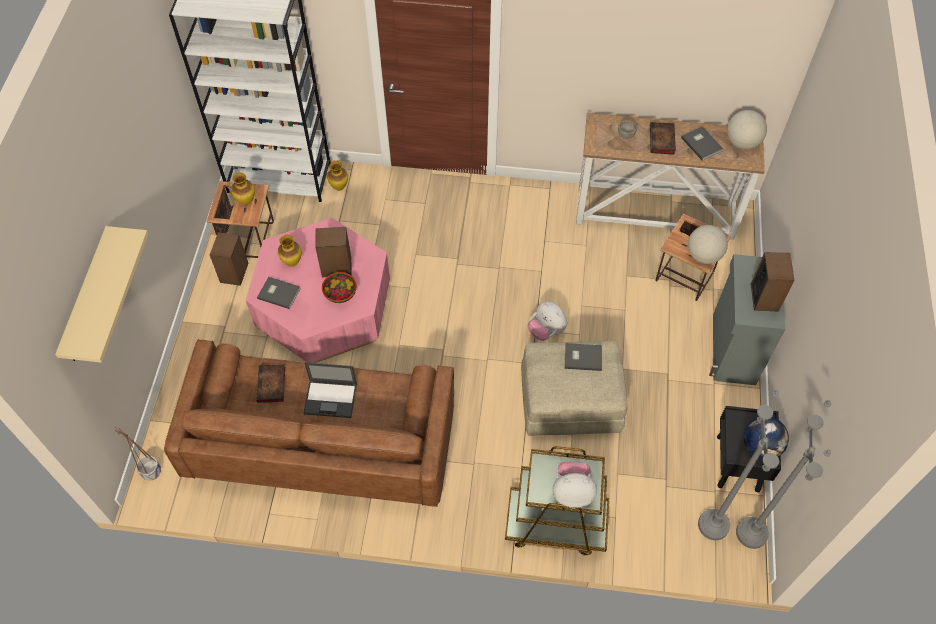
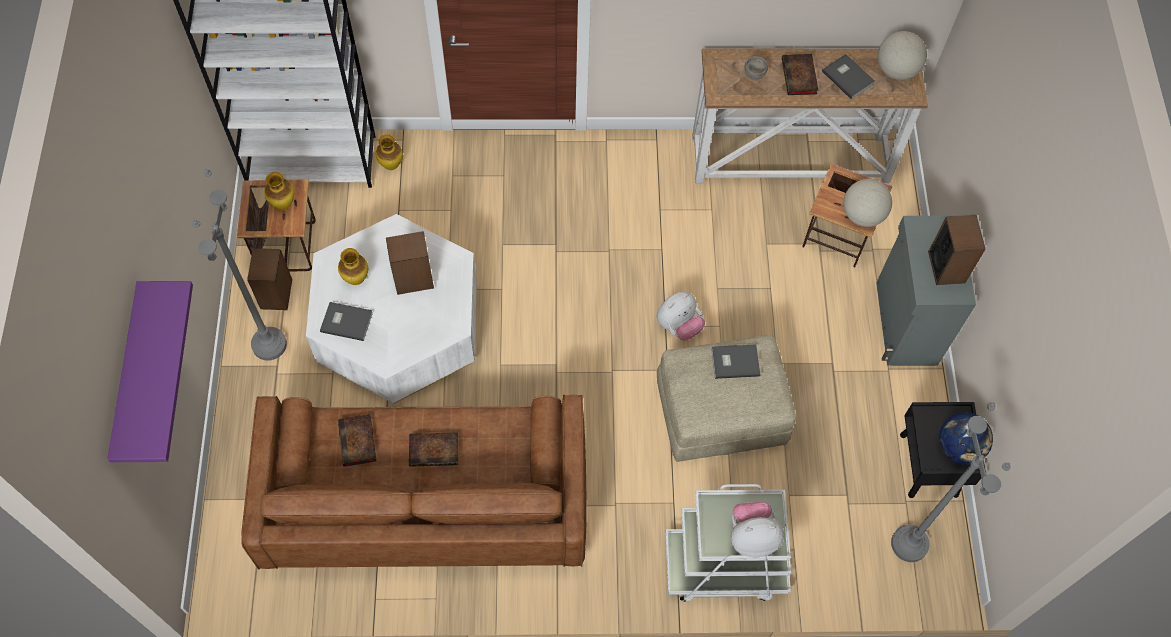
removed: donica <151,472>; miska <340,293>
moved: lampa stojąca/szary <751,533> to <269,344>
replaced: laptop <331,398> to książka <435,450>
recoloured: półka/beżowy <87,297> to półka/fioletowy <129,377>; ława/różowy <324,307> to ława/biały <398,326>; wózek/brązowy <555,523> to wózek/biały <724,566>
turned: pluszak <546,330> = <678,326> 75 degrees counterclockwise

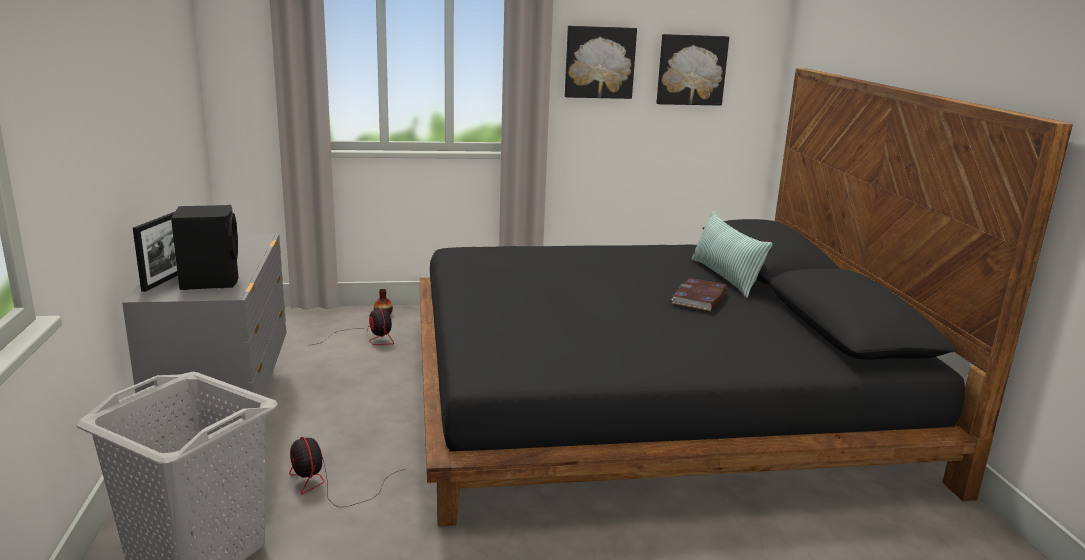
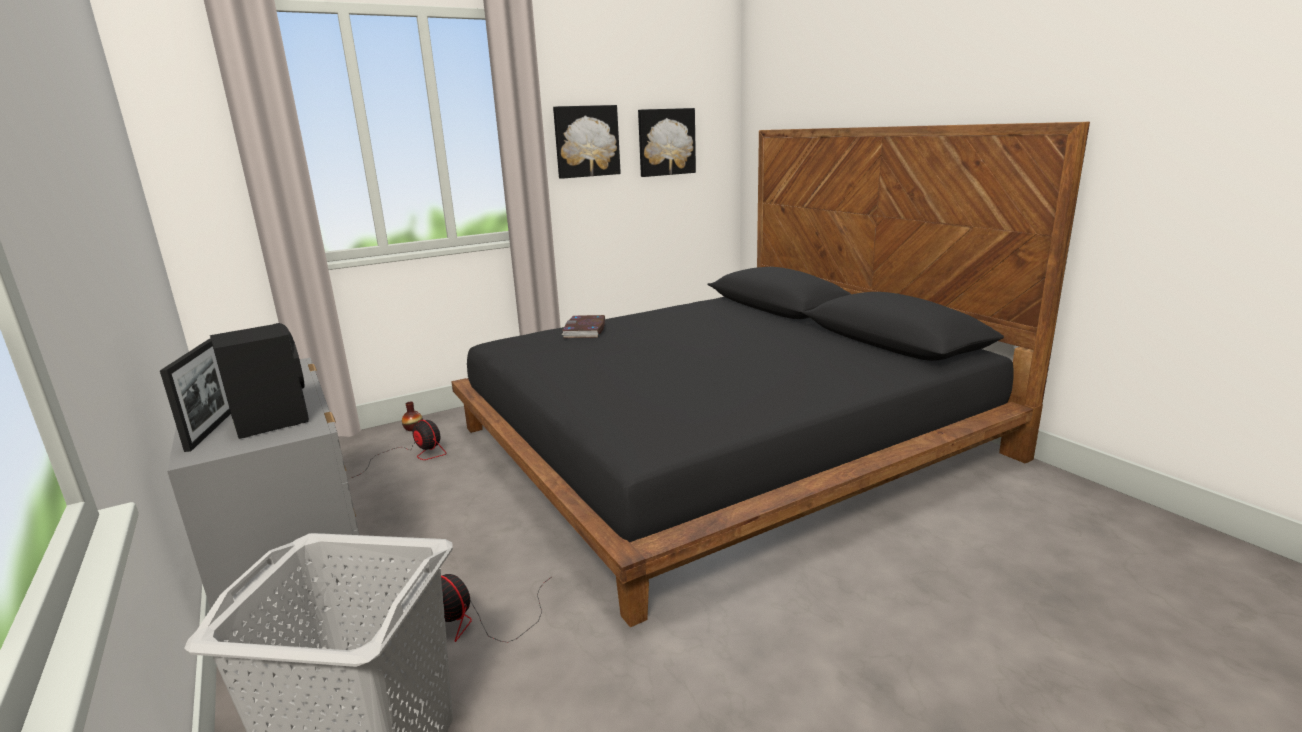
removed: poduszka <725,277>
moved: książka <699,298> to <585,330>

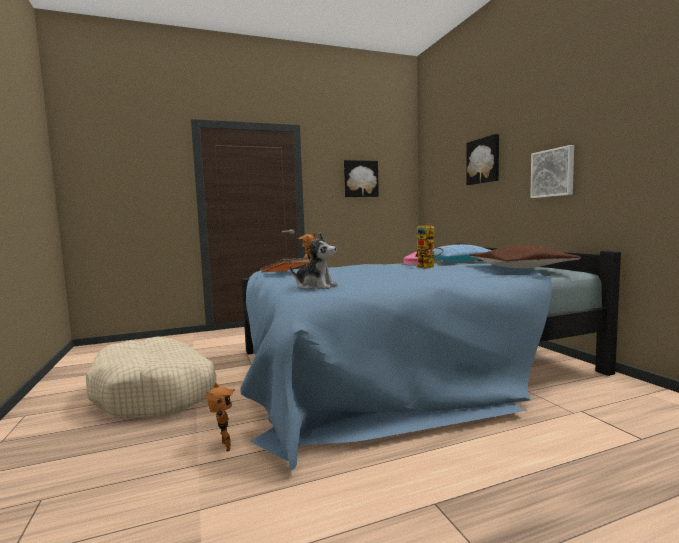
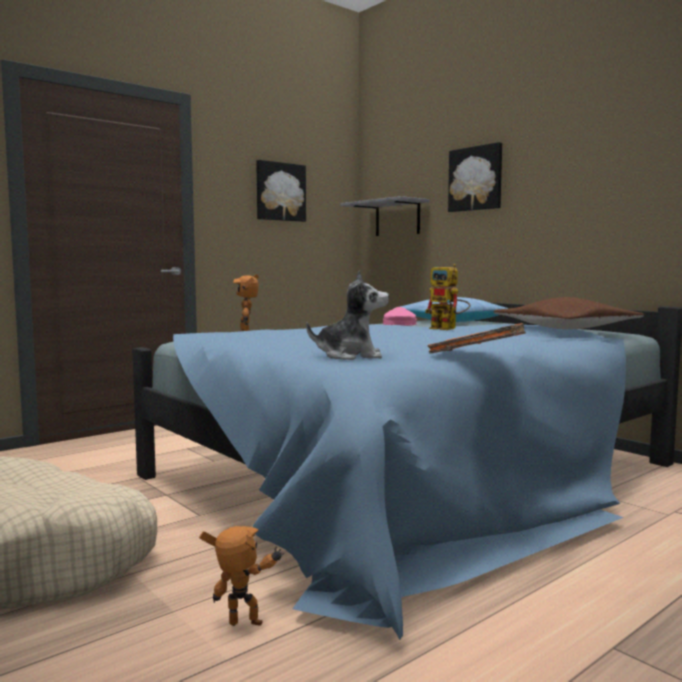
removed: obraz <553,173>
added: półka/szary <397,218>
moved: książka/pomarańczowy <285,273> to <477,355>
turned: robot zabawkowy <223,447> = <245,627> 45 degrees counterclockwise

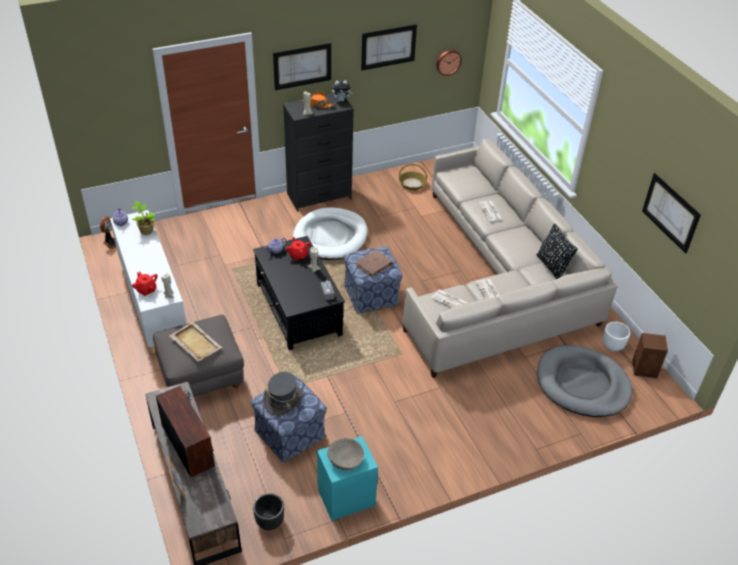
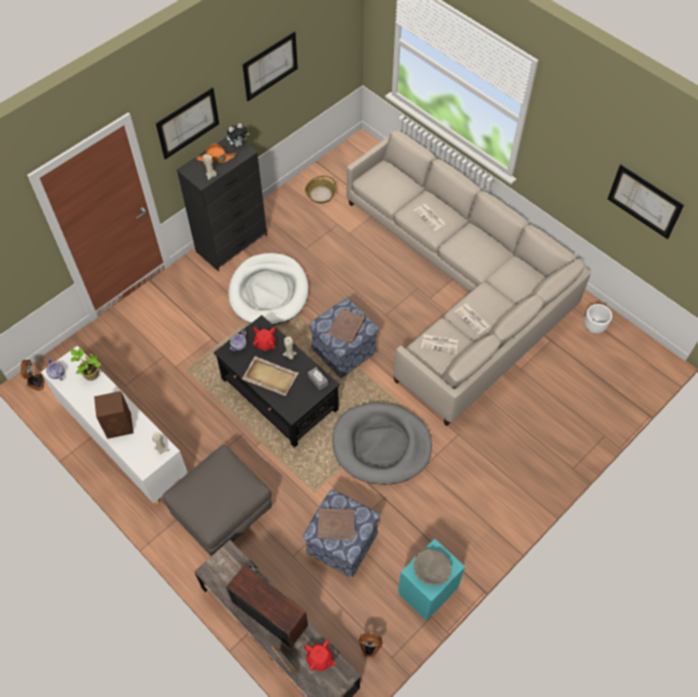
removed: zegar ścienny <448,62>; poduszka/czarny <552,266>
moved: imbryk/czerwony <146,290> to <320,659>; taca/beżowy <195,342> to <269,376>; legowisko/szary <582,384> to <381,445>; głośnik/brązowy <645,369> to <120,425>
replaced: donica/czarny <269,522> to wentylator <370,646>; kapelusz/szary <283,400> to książka/brązowy <336,524>

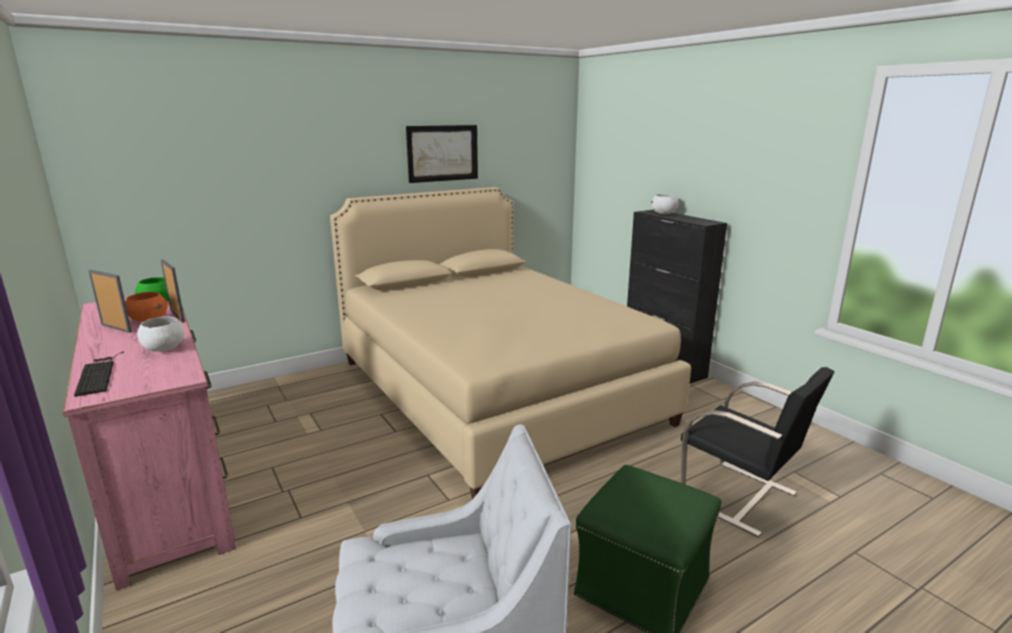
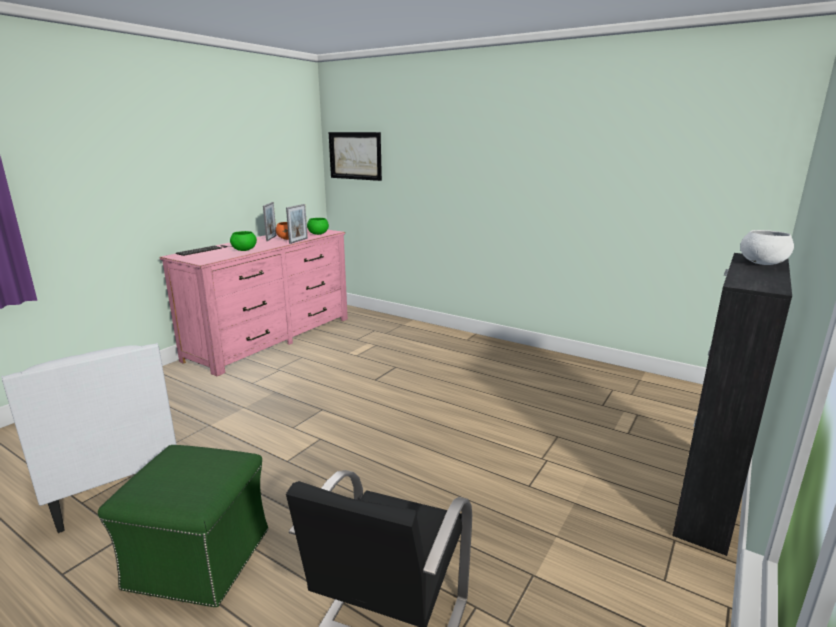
removed: łóżko/beżowy <495,391>
moved: obraz <442,153> to <355,156>
recoloured: miska/biały <163,349> to miska/zielony <244,250>

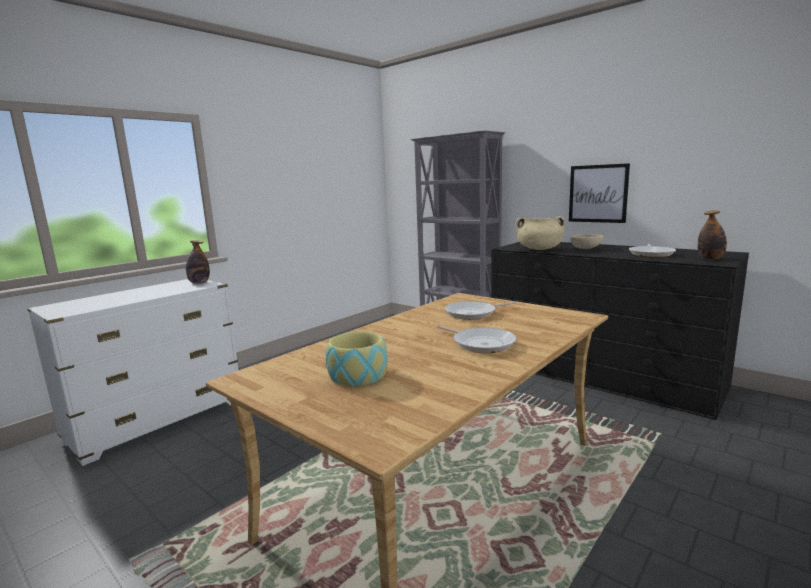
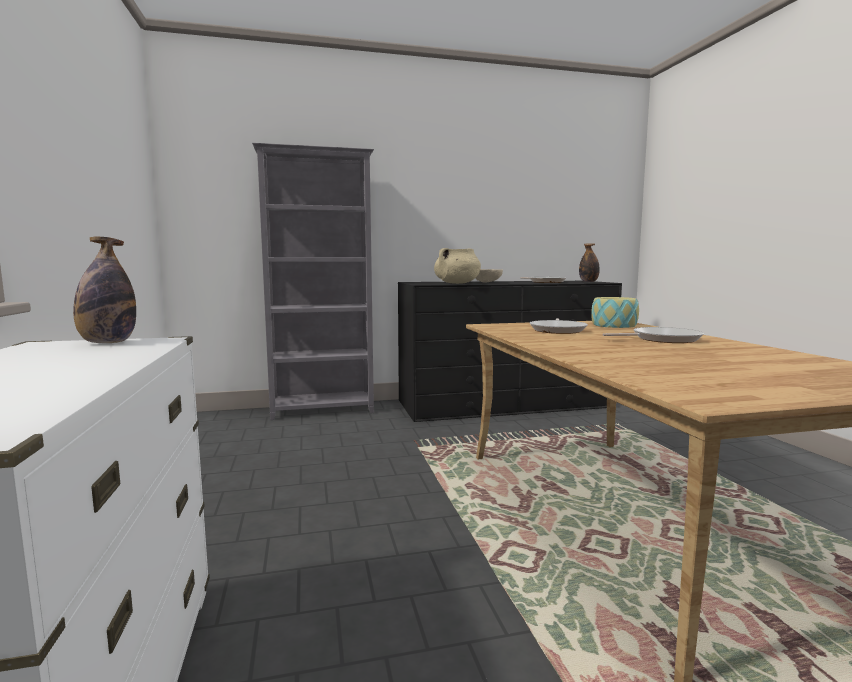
removed: obraz <598,193>
moved: miska <358,375> to <614,325>

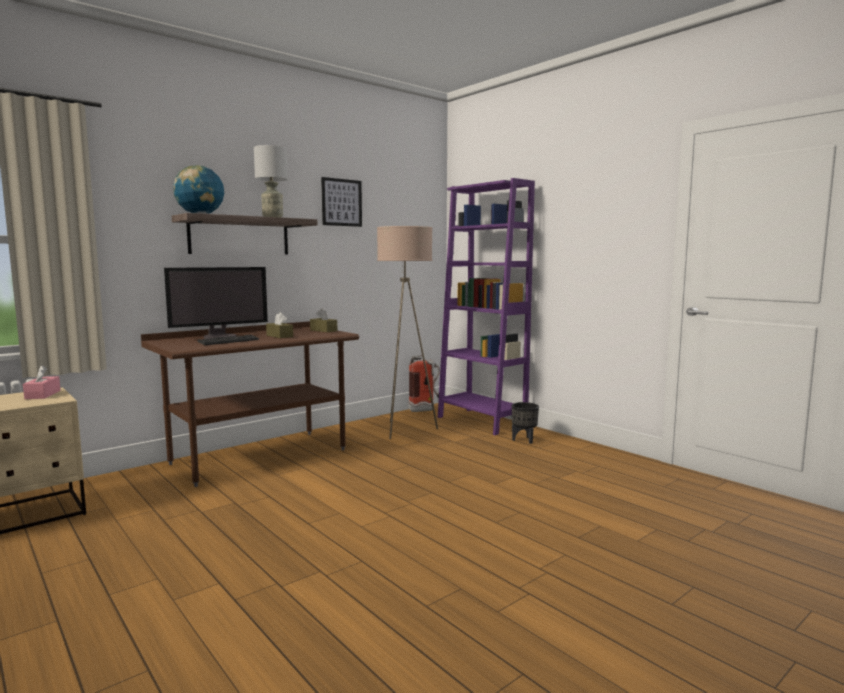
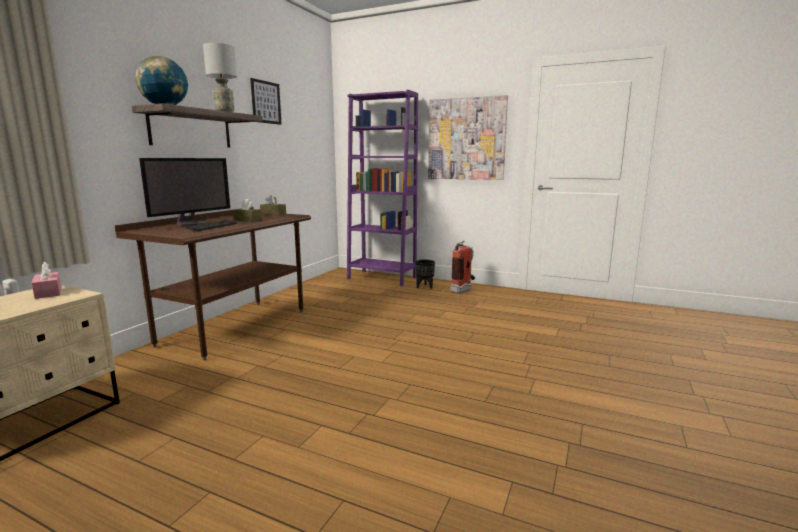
removed: lampa stojąca/beżowy <405,430>
added: obraz <466,139>
moved: gaśnica <426,410> to <463,290>

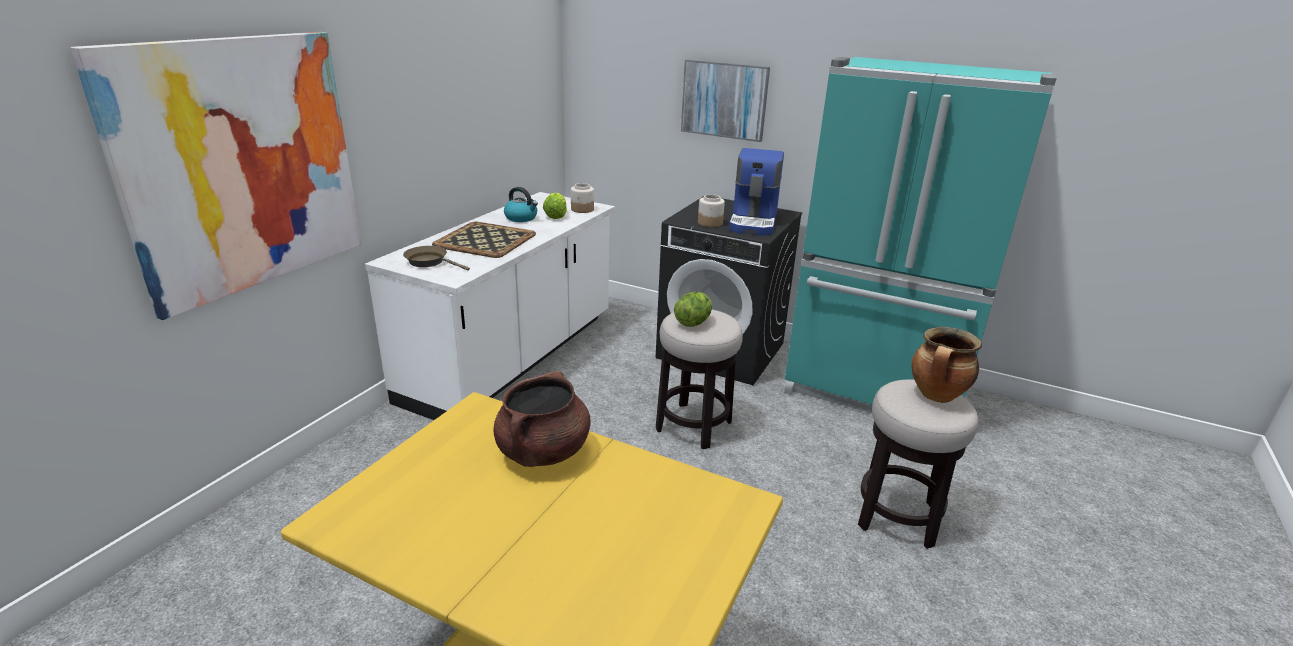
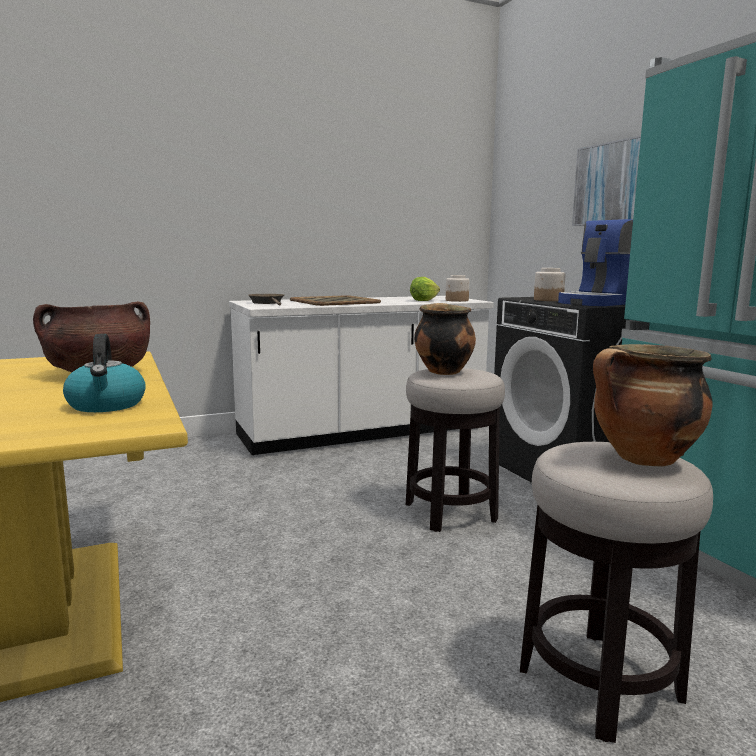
removed: obraz <243,166>
moved: czajnik <521,218> to <107,405>
replaced: sałata <693,323> to garnek <442,371>

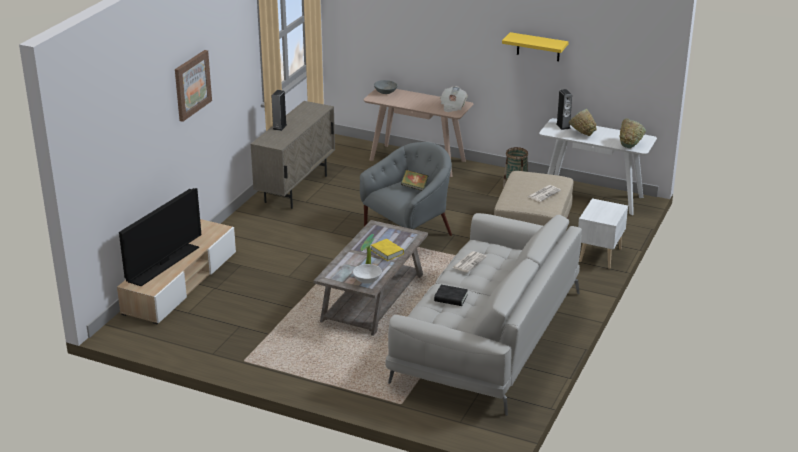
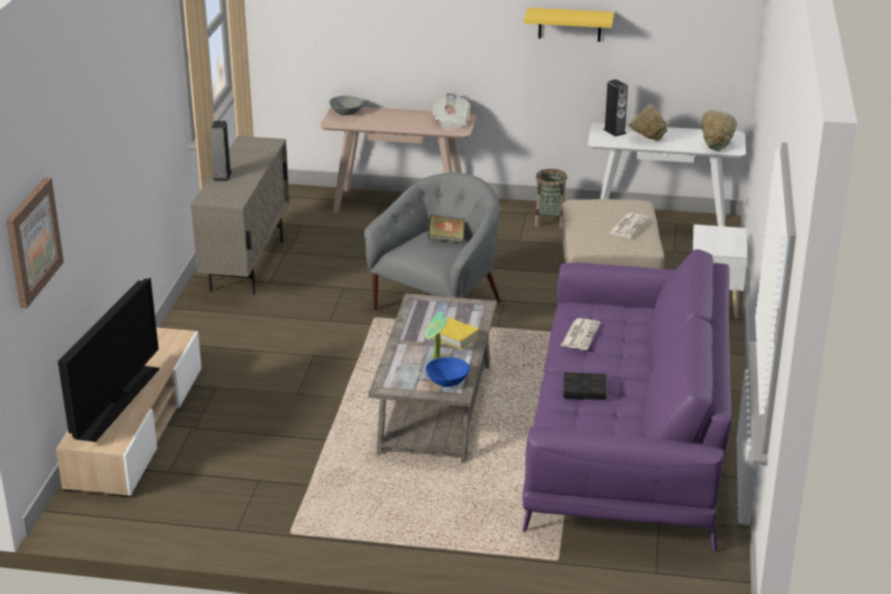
moved: obraz <192,85> to <32,241>
recoloured: miska/biały <367,280> to miska/niebieski <448,381>; kanapa/biały <487,337> to kanapa/fioletowy <626,440>

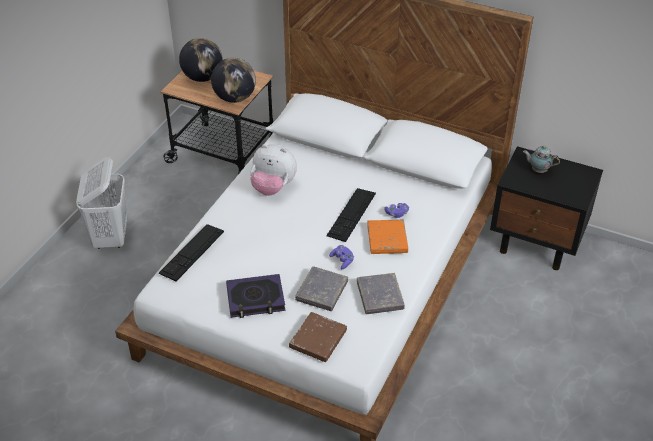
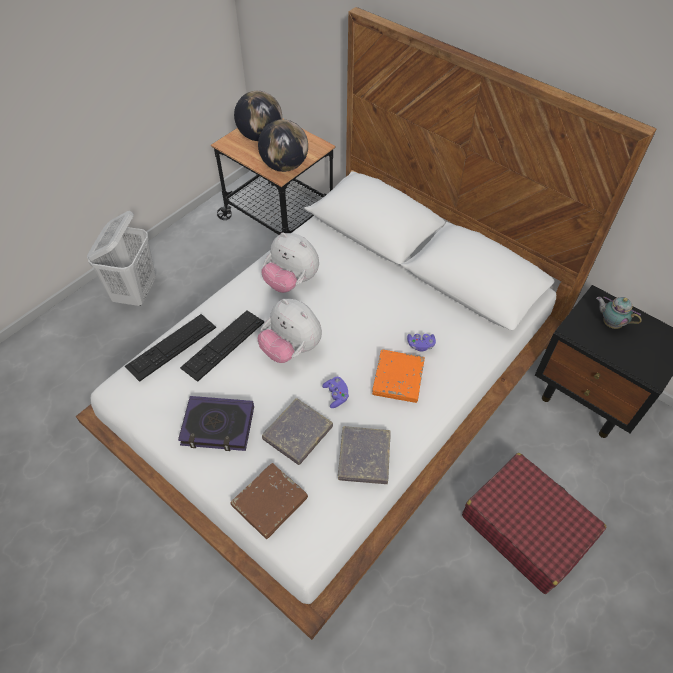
added: pluszak <291,349>; walizka/czerwony <526,527>
moved: klawiatura <351,214> to <223,344>

